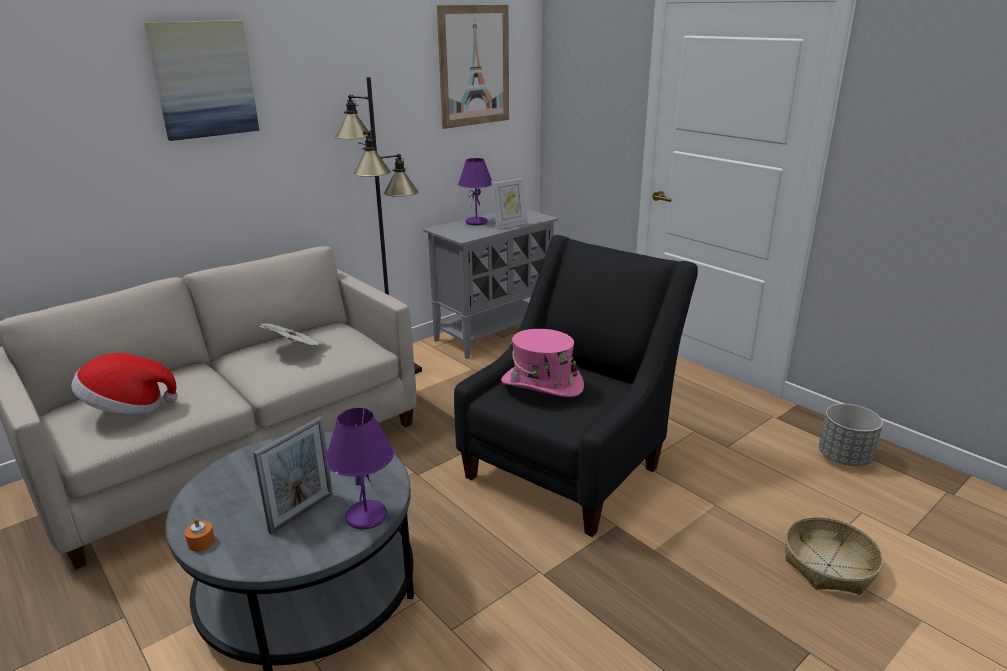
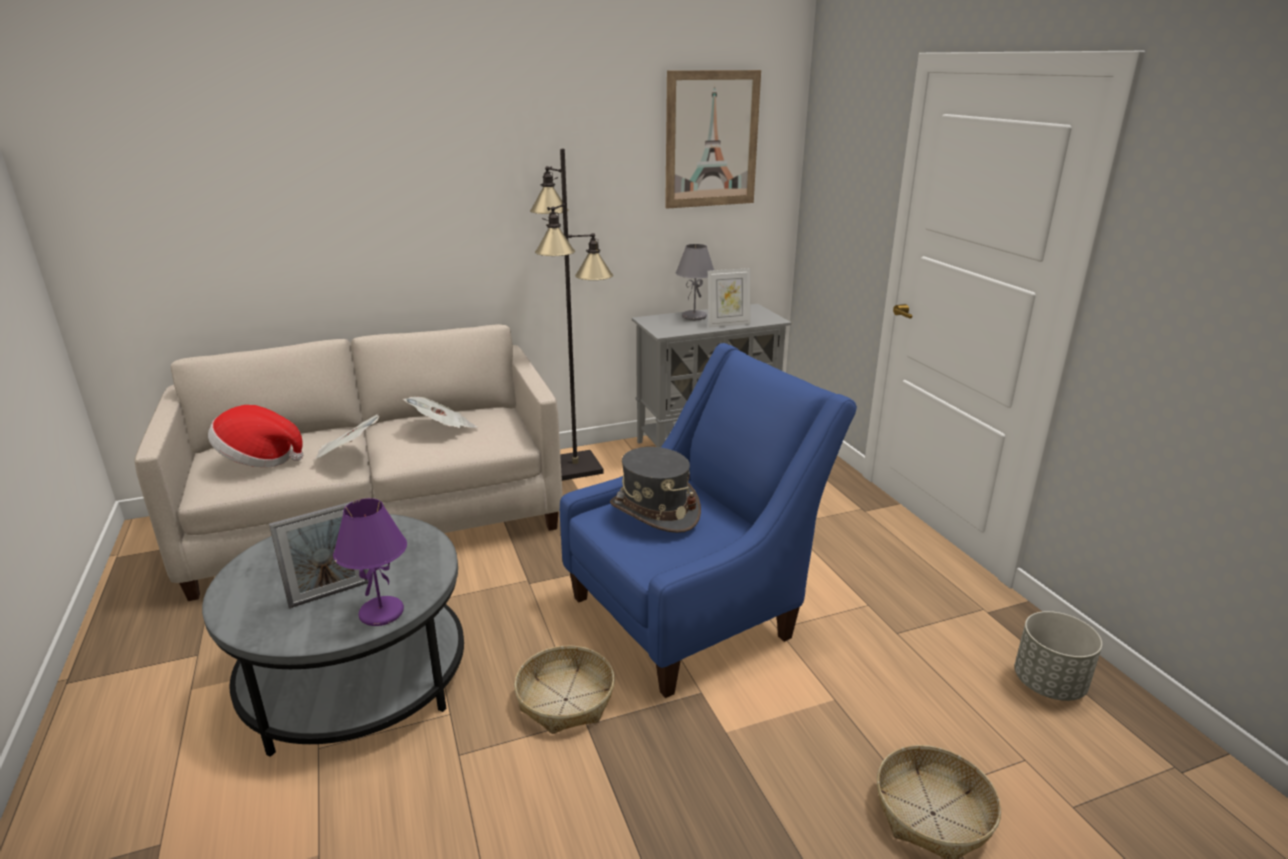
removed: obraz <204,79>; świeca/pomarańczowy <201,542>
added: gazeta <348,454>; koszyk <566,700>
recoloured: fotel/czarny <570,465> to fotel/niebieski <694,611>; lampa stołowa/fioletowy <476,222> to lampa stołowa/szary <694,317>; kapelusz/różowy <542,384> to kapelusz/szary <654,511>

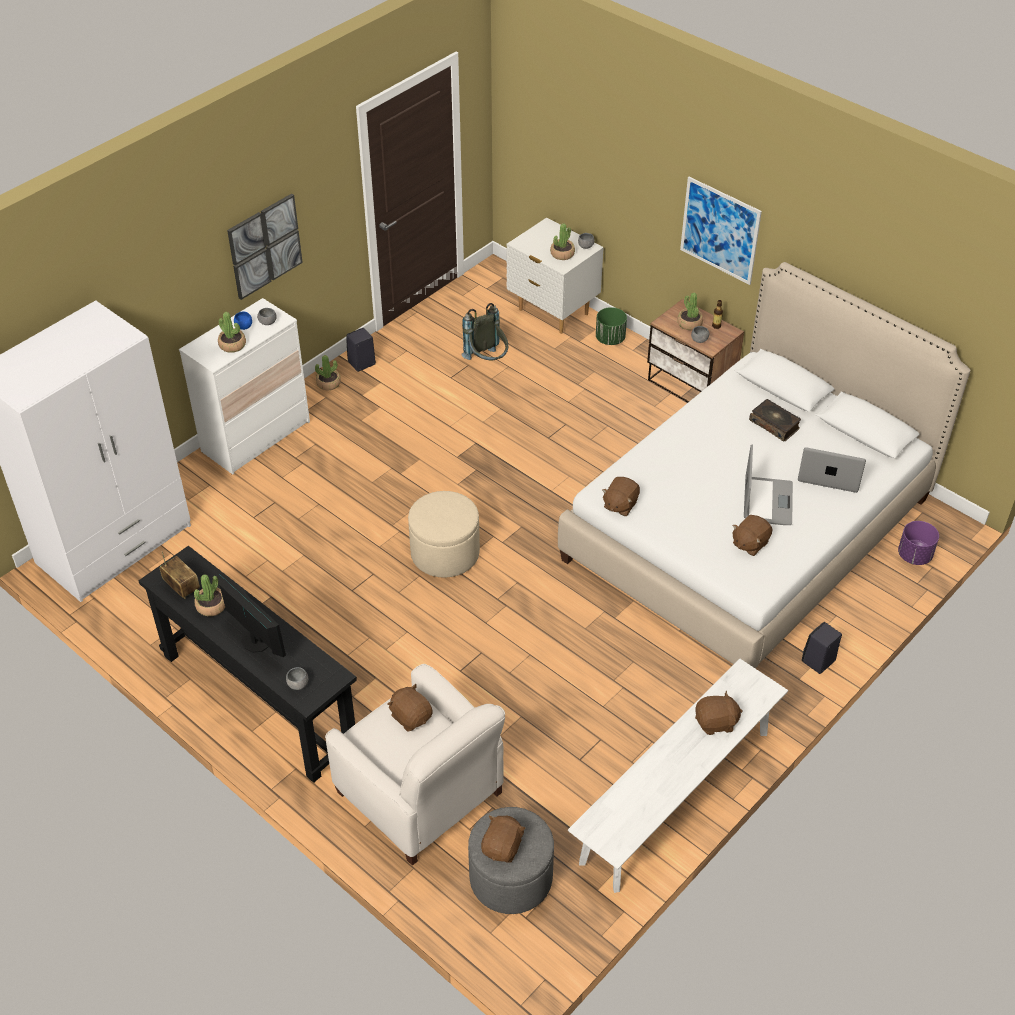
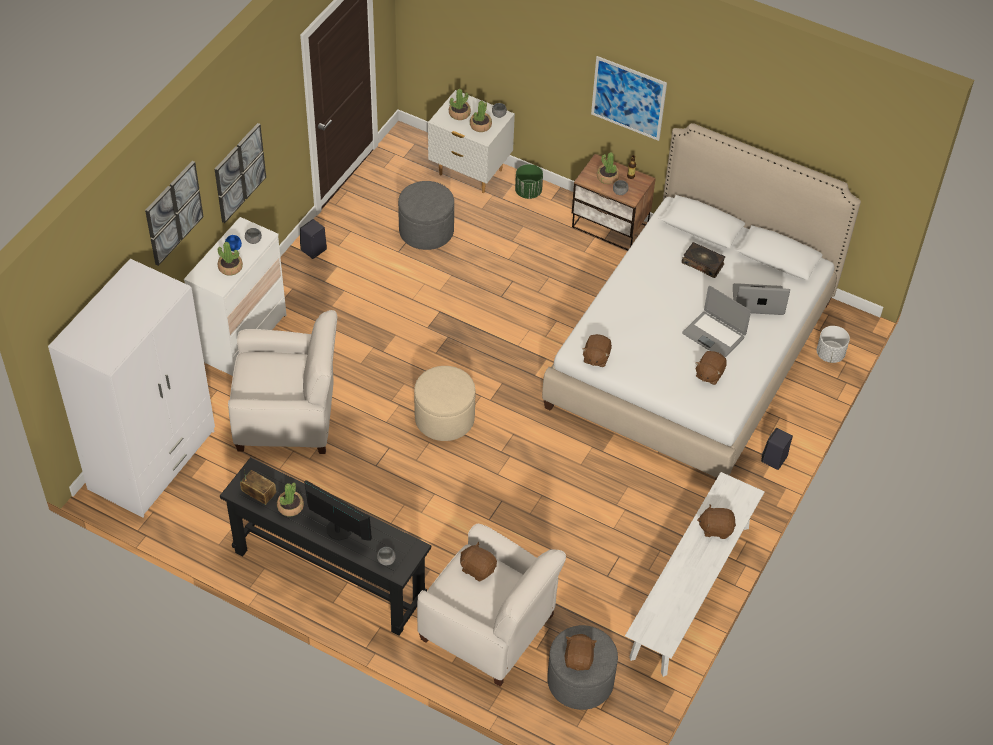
added: obraz <173,212>; fotel/biały <287,416>
moved: roślina doniczkowa <328,383> to <459,113>
replaced: plecak/szary <487,361> to pufa/szary <426,231>
recoloured: donica/fioletowy <914,555> to donica/biały <830,354>
turned: pluszak/brązowy <716,723> = <716,528> 150 degrees counterclockwise; laptop <767,502> = <714,335> 135 degrees clockwise

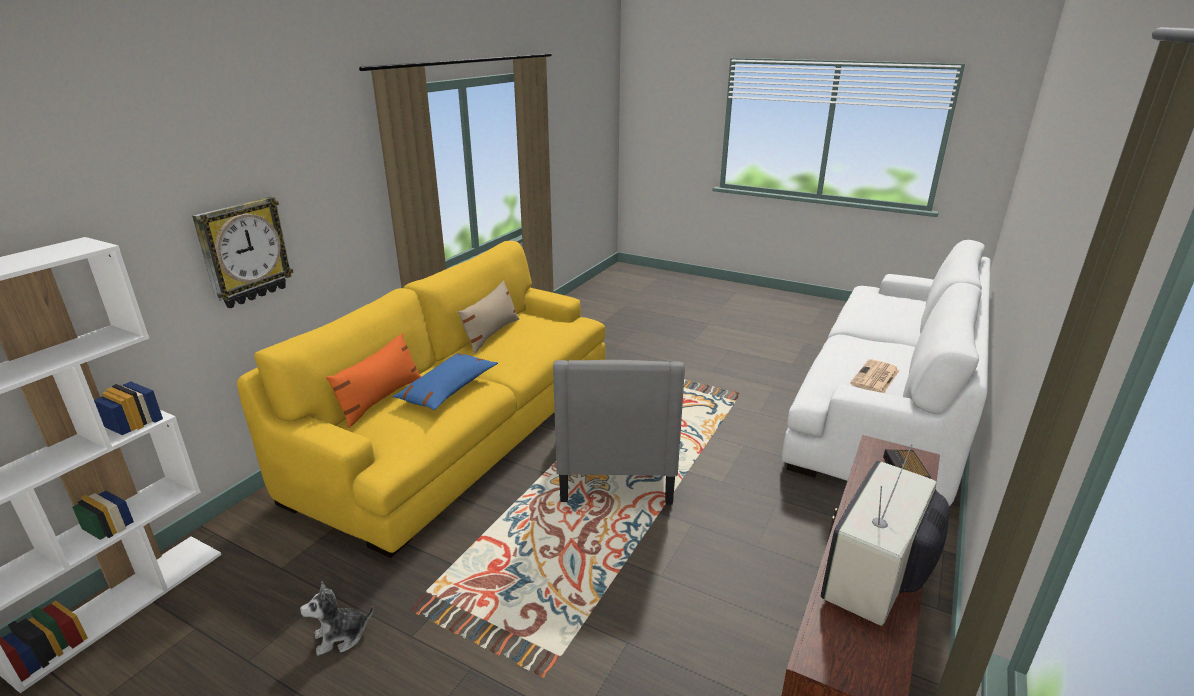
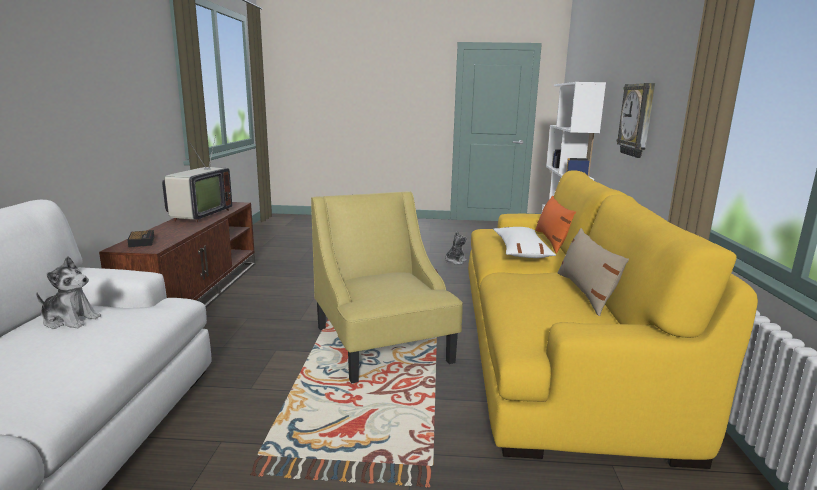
replaced: gazeta <875,378> to pluszak <70,320>
recoloured: poduszka/niebieski <448,390> to poduszka/biały <521,251>; fotel/szary <616,463> to fotel/żółty <382,344>

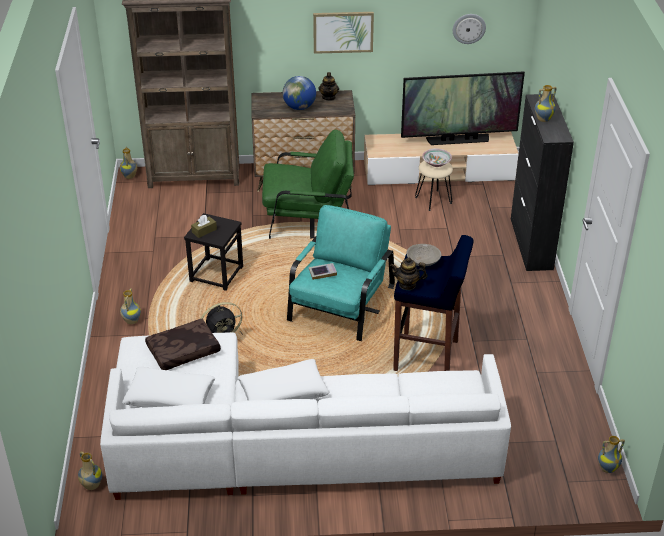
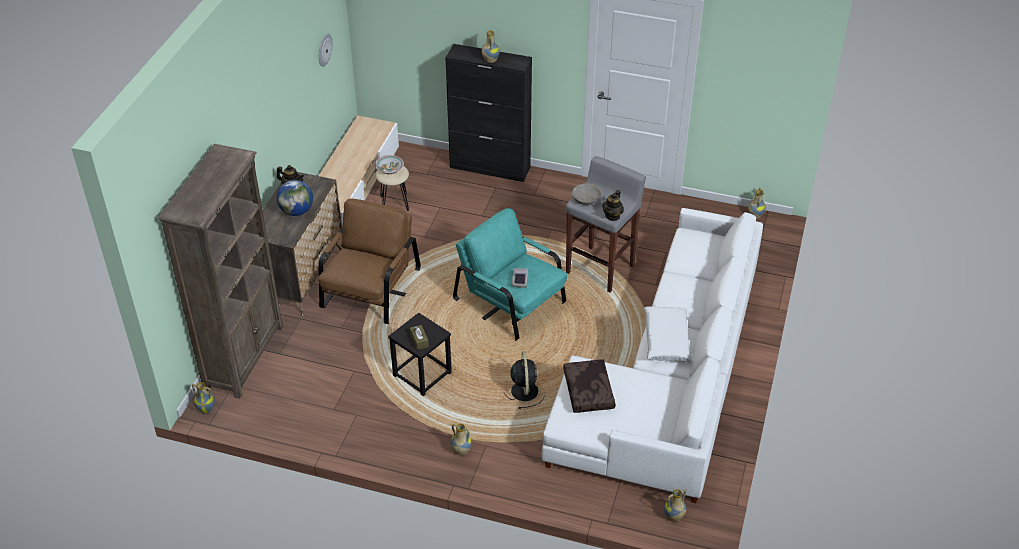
removed: poduszka/biały <170,397>; obraz <343,31>; telewizor <458,140>
recoloured: fotel/zielony <308,217> to fotel/brązowy <370,289>; stołek/niebieski <427,356> to stołek/szary <601,268>

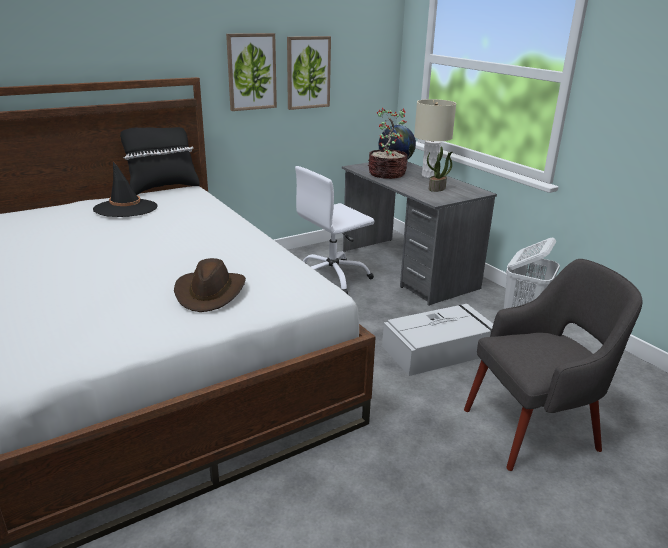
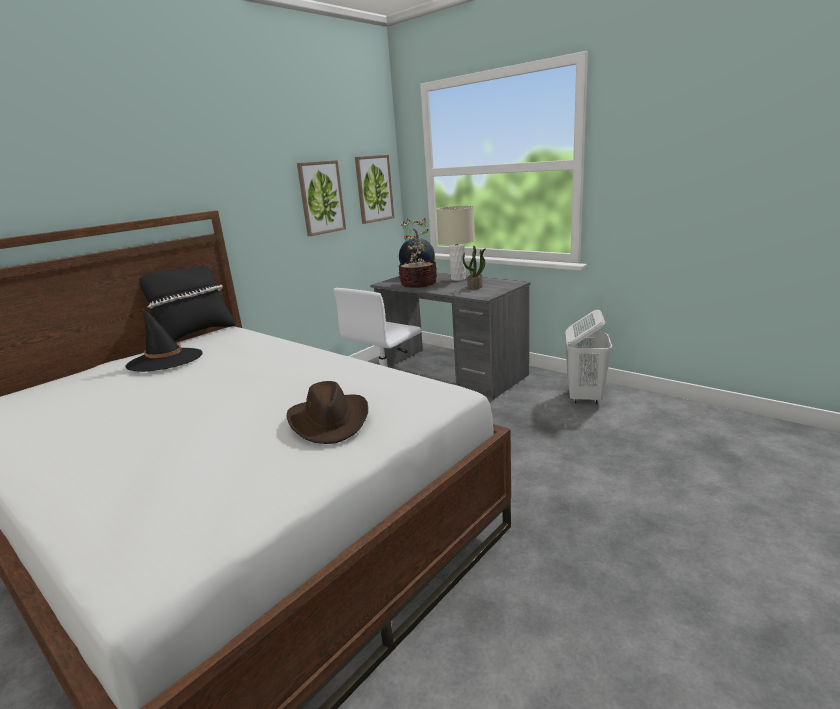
removed: pojemnik do przechowywania/szary <439,350>; fotel/szary <533,429>
moved: obraz <251,72> to <374,189>

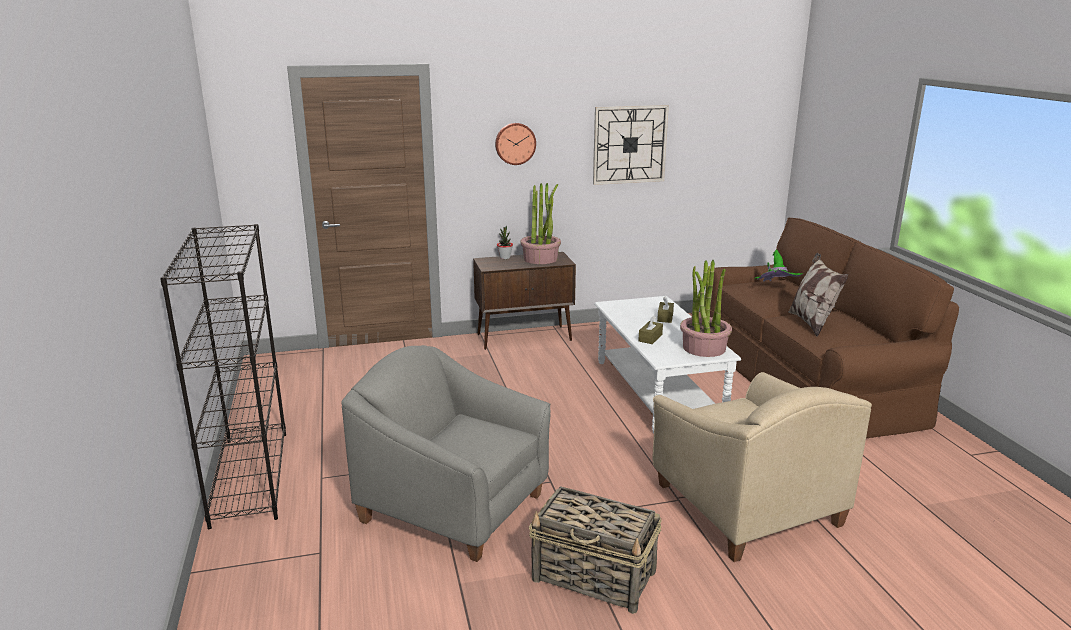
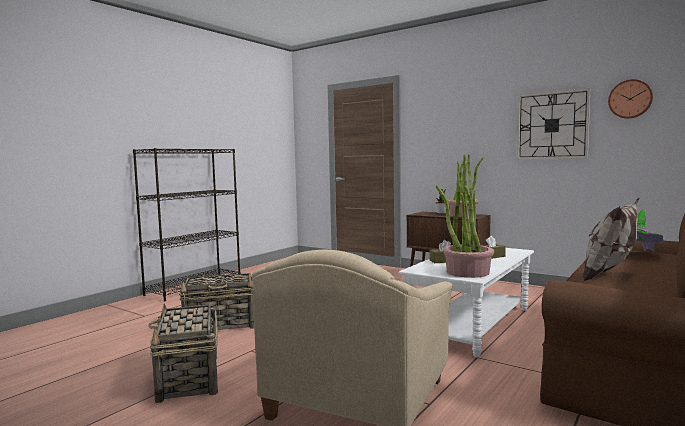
moved: zegar ścienny <515,143> to <630,99>
replaced: fotel/szary <454,507> to koszyk <221,324>

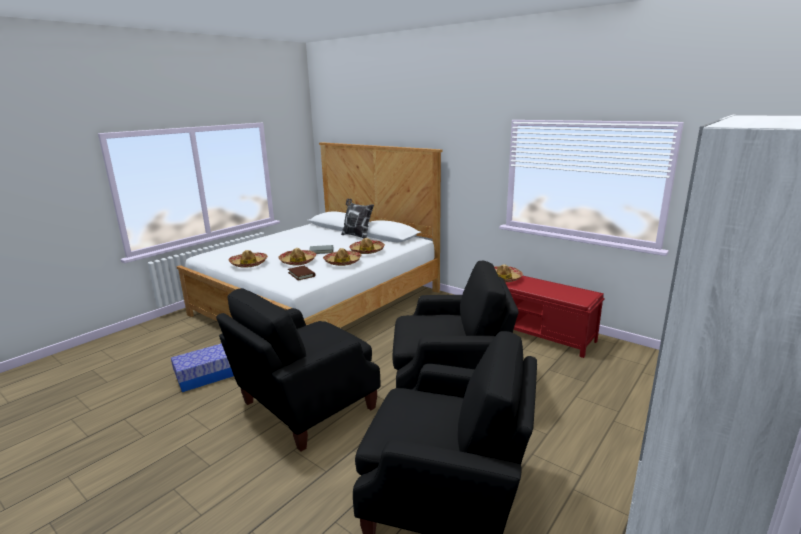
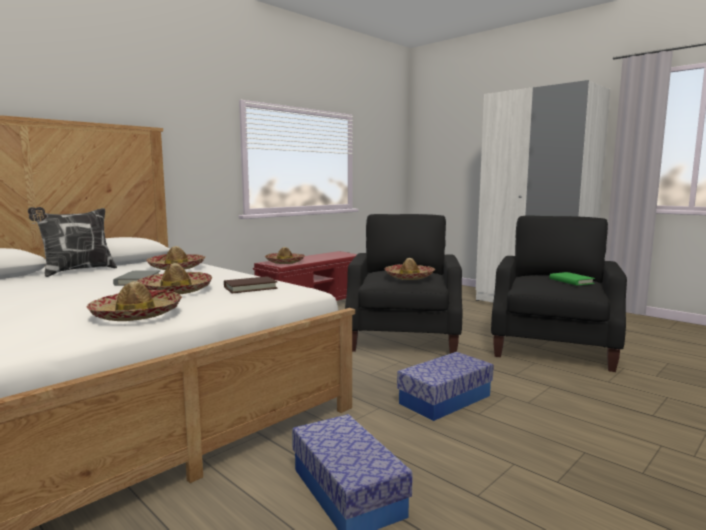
added: książka/zielony <571,281>
moved: kapelusz <342,262> to <409,277>
replaced: fotel/czarny <305,407> to pojemnik do przechowywania <445,399>

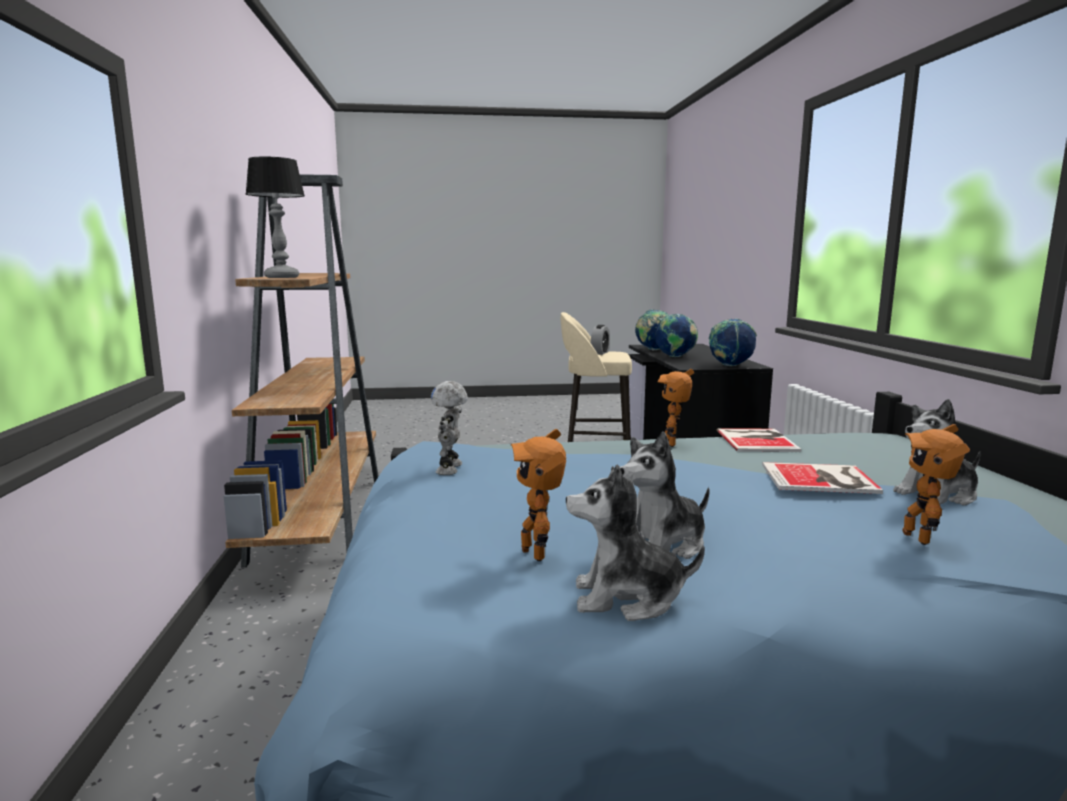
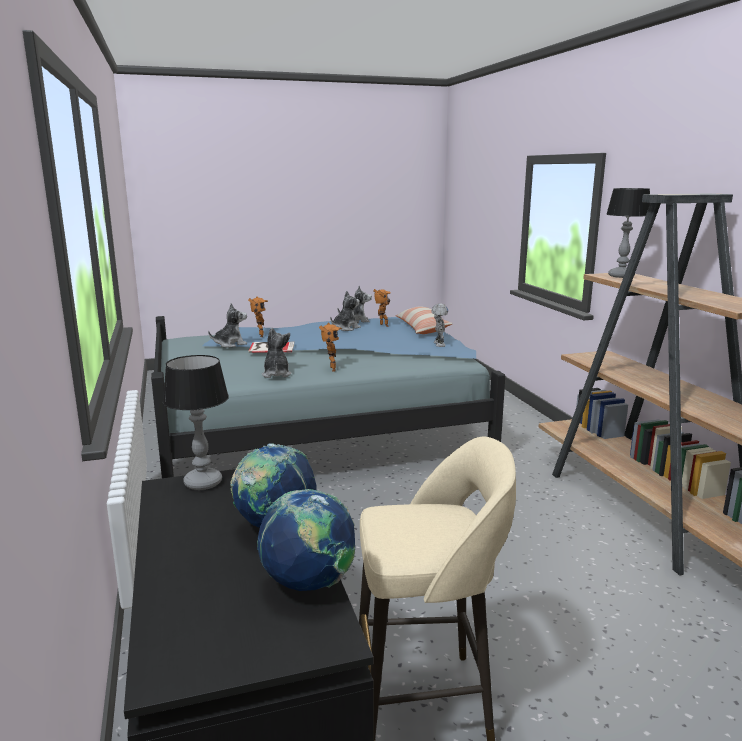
removed: budzik <600,353>
added: poduszka <422,328>
replaced: globus <730,366> to lampa stołowa <203,483>; książka <757,440> to pluszak <276,374>

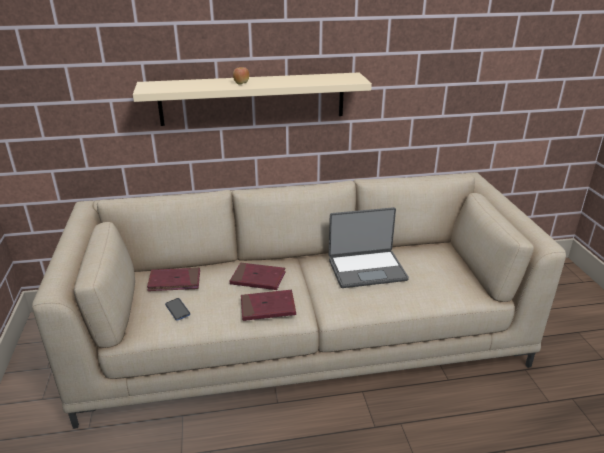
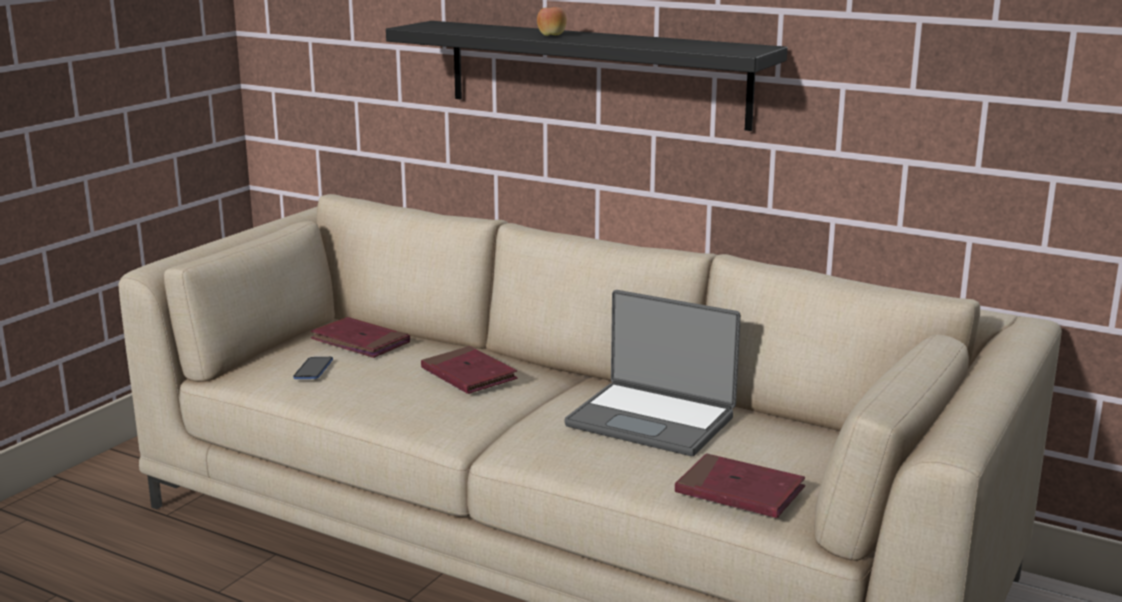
moved: książka/czerwony <268,308> to <739,492>
recoloured: półka/beżowy <252,99> to półka/czarny <595,73>

